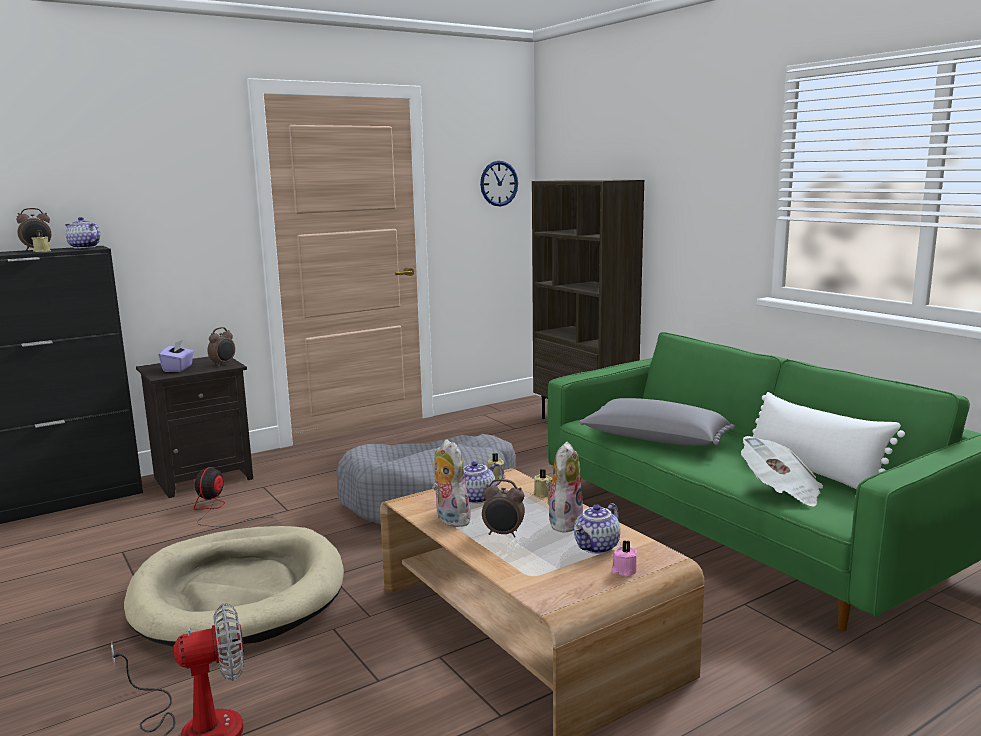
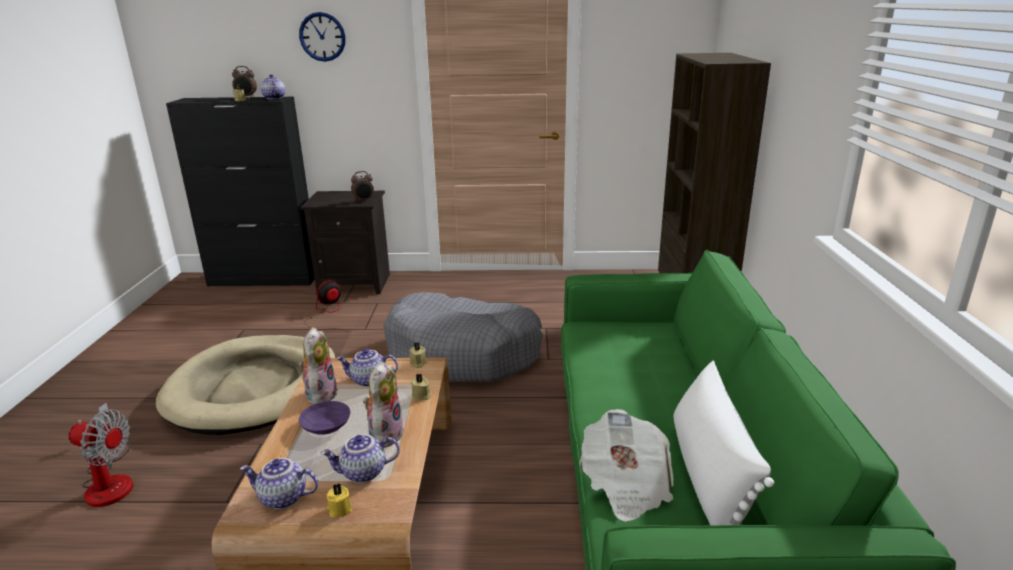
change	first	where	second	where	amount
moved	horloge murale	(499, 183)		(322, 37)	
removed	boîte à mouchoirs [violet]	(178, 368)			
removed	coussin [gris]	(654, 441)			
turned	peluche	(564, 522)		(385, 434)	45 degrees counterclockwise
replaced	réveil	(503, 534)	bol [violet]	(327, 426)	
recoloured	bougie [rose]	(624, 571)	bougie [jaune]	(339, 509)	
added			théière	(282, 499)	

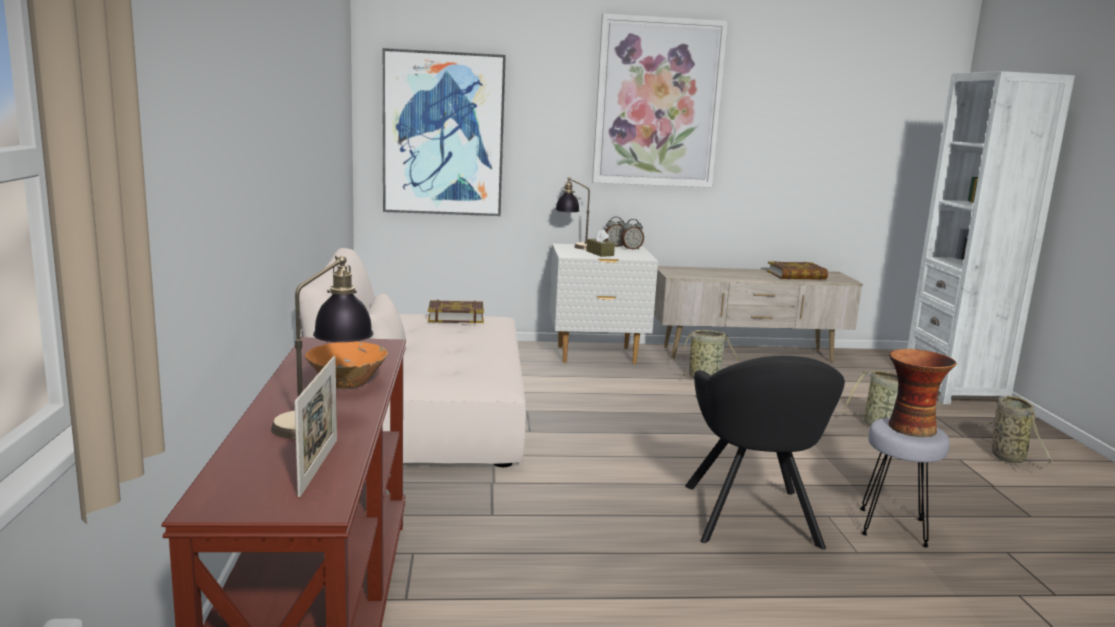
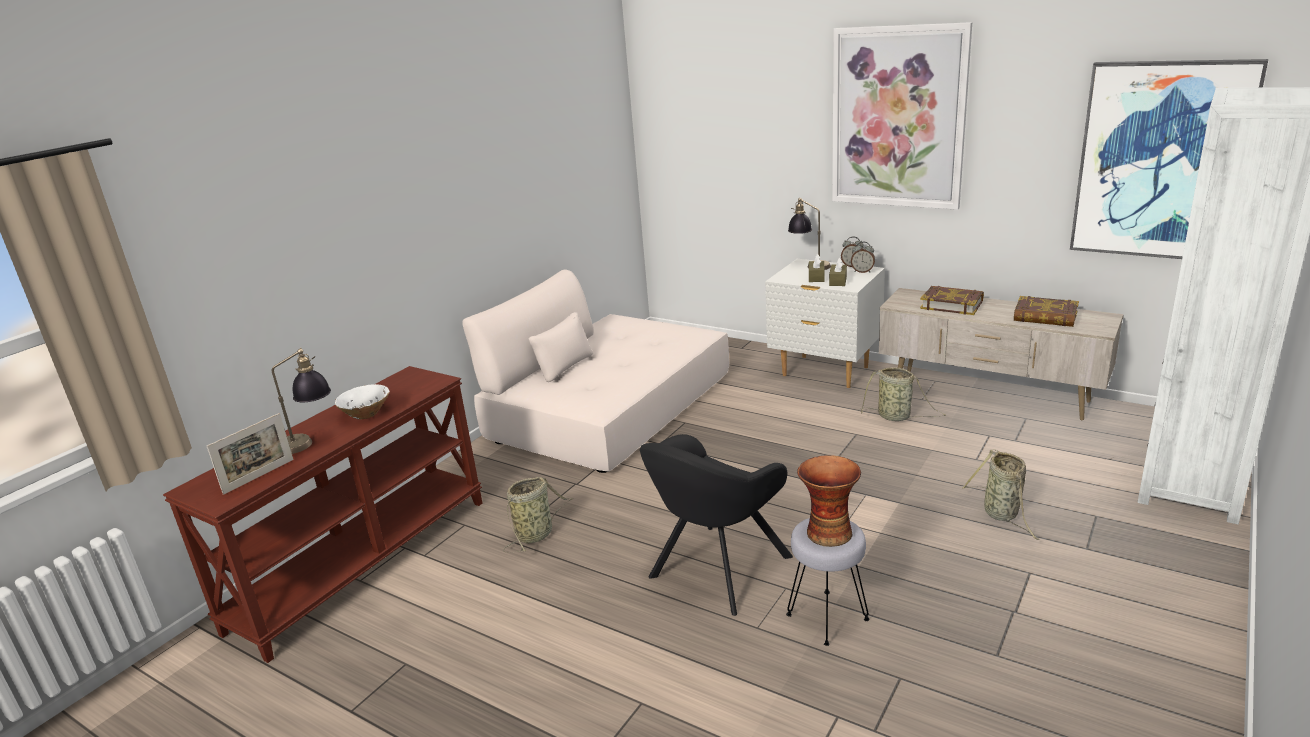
change	first	where	second	where	amount
moved	tableau	(443, 134)		(1161, 161)	
moved	livre	(456, 316)		(951, 304)	
recoloured	bol [orange]	(347, 383)	bol [blanc]	(366, 414)	
moved	panier	(1006, 456)		(536, 534)	
added			boîte à mouchoirs [marron]	(838, 281)	

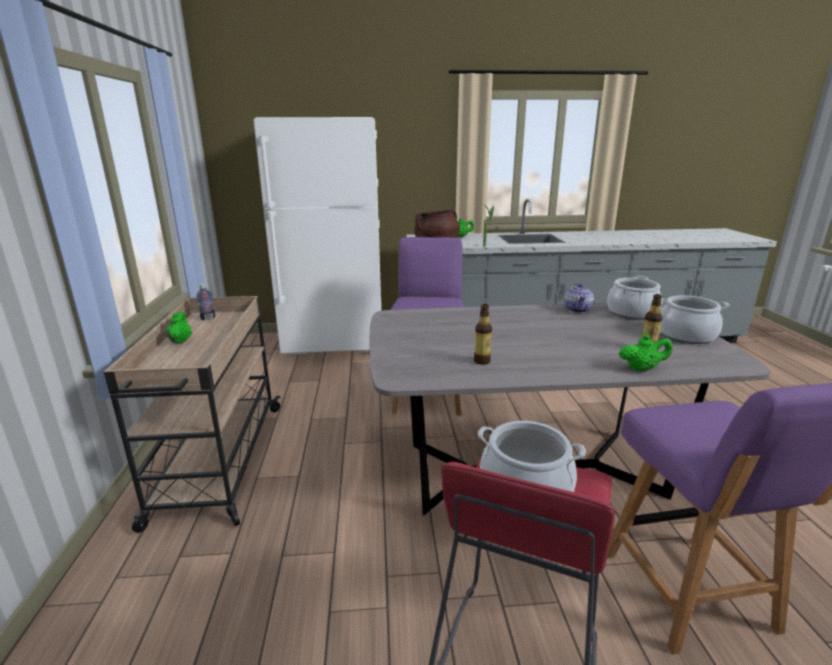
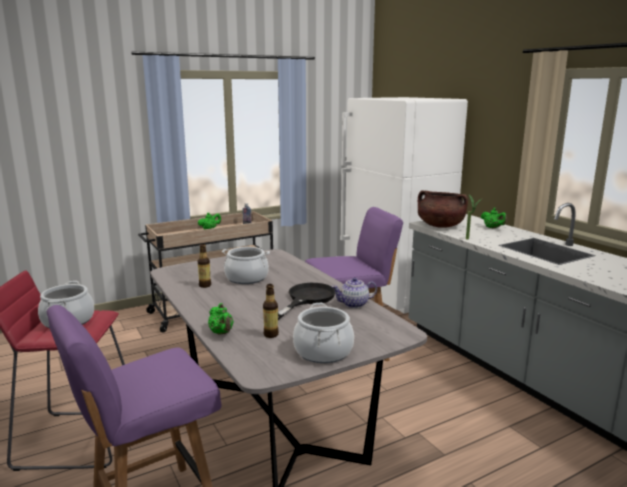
change	first	where	second	where	amount
moved	marmite	(631, 313)		(246, 278)	
added			poêle [noir]	(307, 299)	

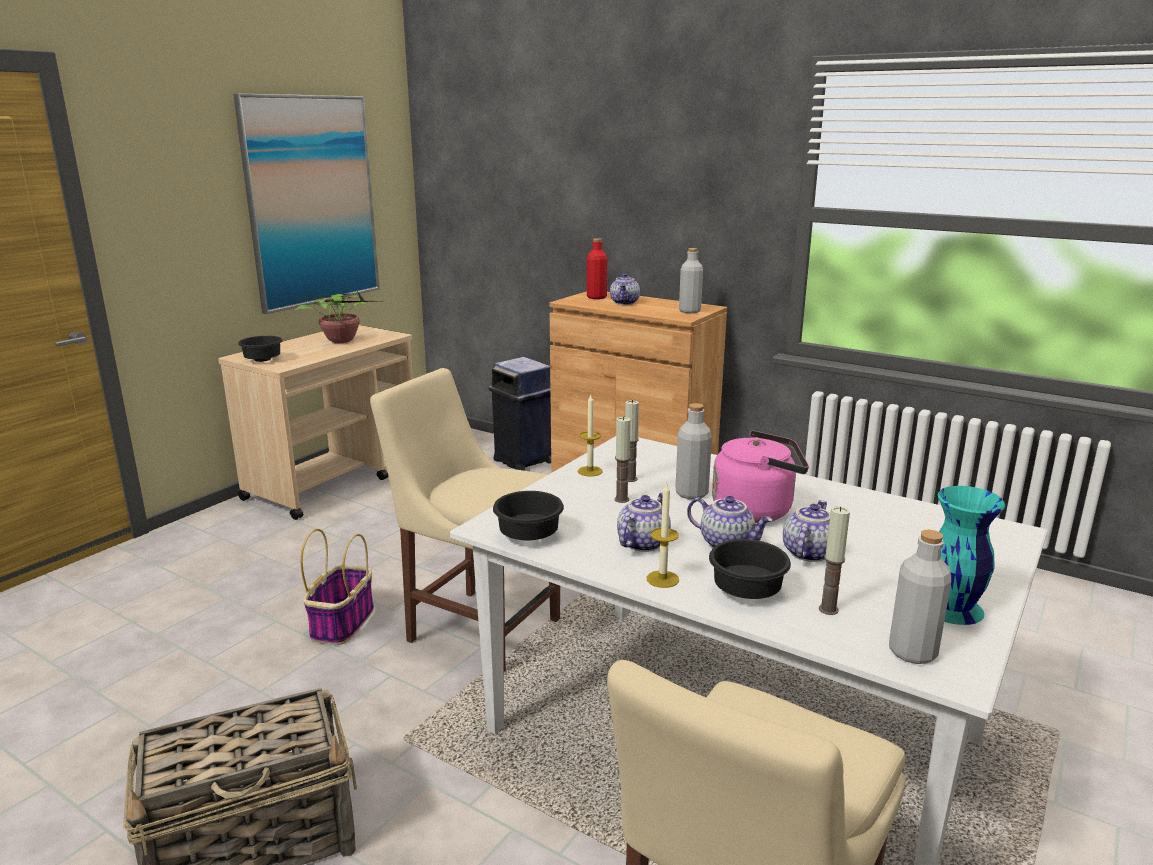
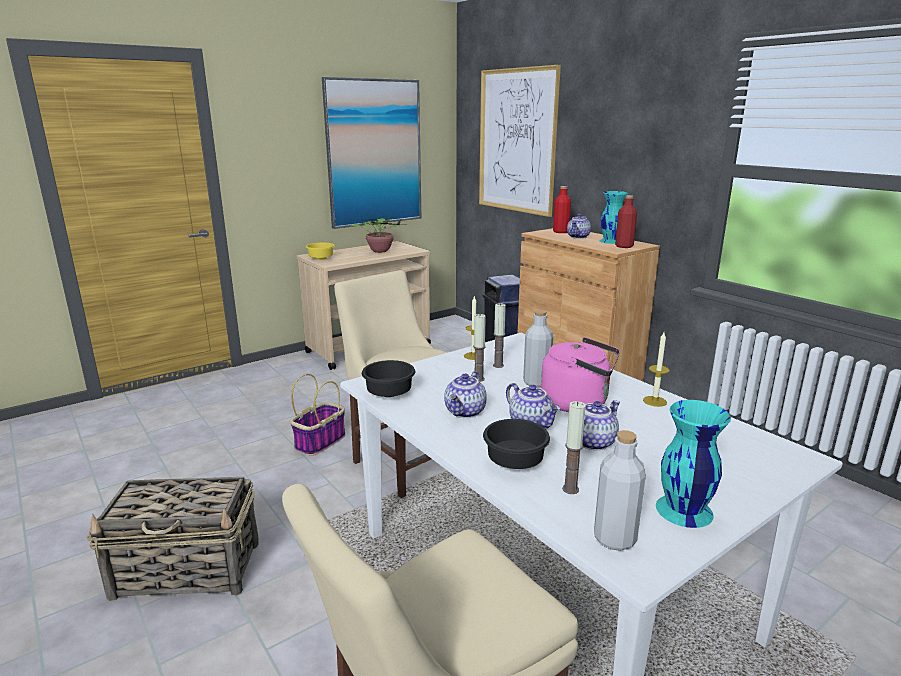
change	first	where	second	where	amount
recoloured	bouteille [gris]	(689, 311)	bouteille [rouge]	(624, 246)	
recoloured	bol [noir]	(264, 360)	bol [jaune]	(322, 259)	
moved	bougie	(662, 579)		(654, 401)	
turned	théière	(642, 543)		(466, 412)	150 degrees clockwise
added			tableau	(517, 141)	
added			vase [turquoise]	(611, 241)	

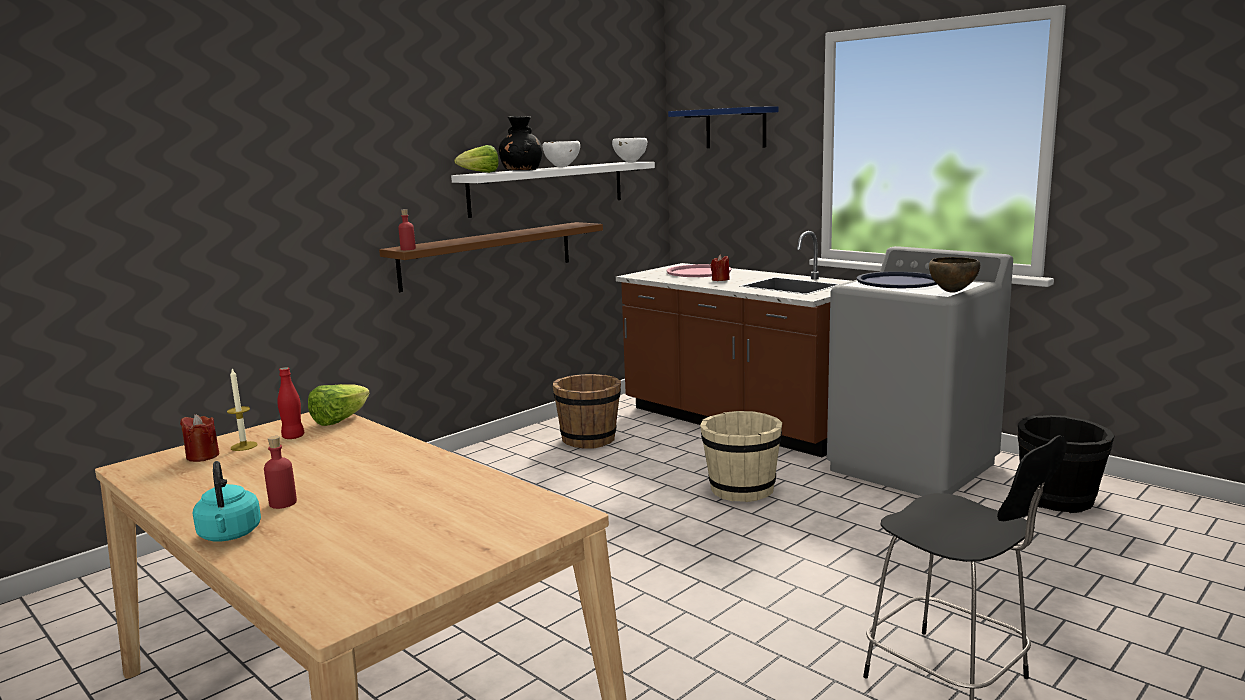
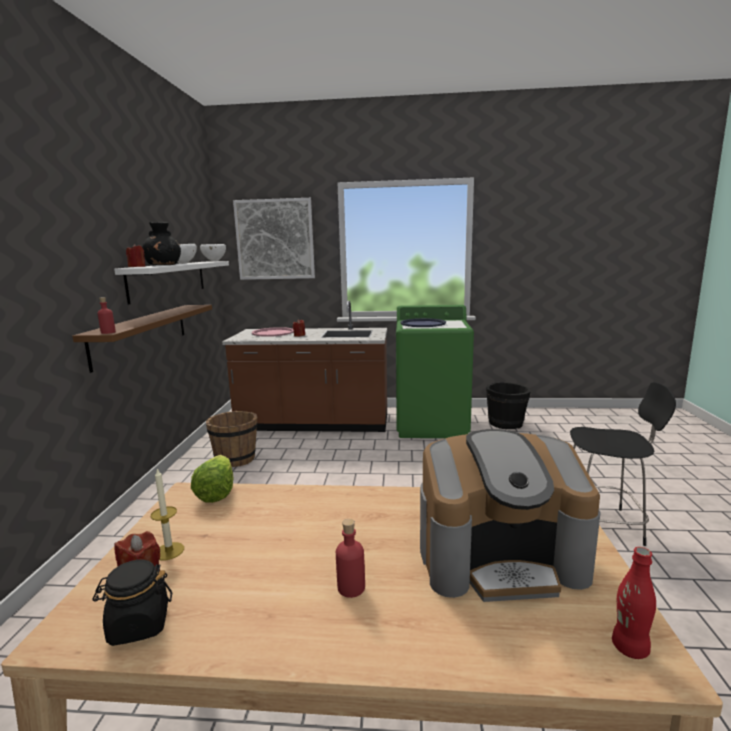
change	first	where	second	where	amount
replaced	étagère [bleu]	(735, 128)	tableau	(275, 239)	
replaced	laitue	(480, 173)	bougie [rouge]	(137, 267)	
recoloured	lave-linge [gris]	(913, 467)	lave-linge [vert]	(432, 425)	
removed	bol [marron]	(952, 292)			
moved	bouteille [rouge]	(293, 437)		(629, 648)	
removed	seau [beige]	(741, 490)			
removed	bouilloire [turquoise]	(230, 535)			
added			machine à café	(500, 557)	
added			bocal [noir]	(138, 625)	

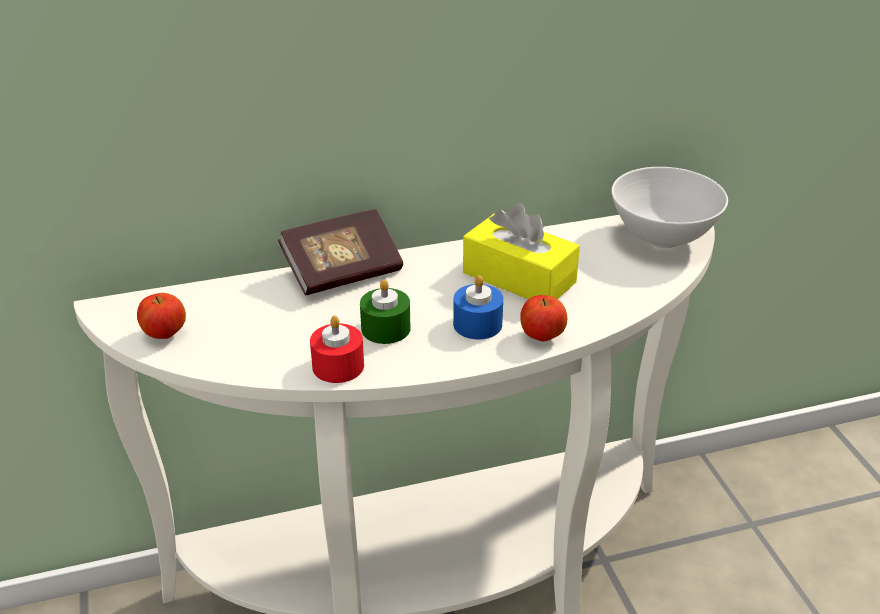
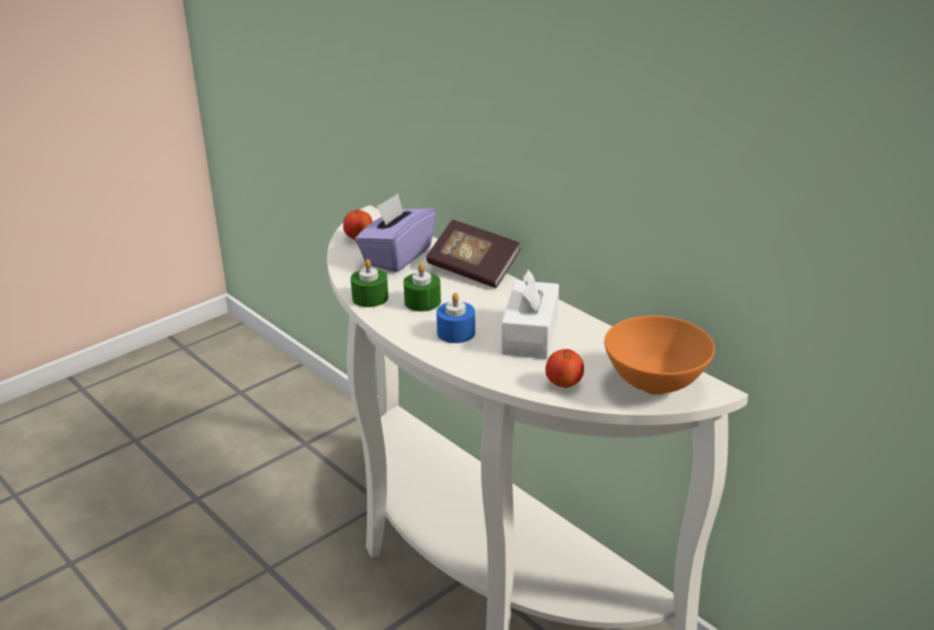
change	first	where	second	where	amount
recoloured	bol [blanc]	(661, 239)	bol [orange]	(654, 384)	
recoloured	boîte à mouchoirs [jaune]	(519, 277)	boîte à mouchoirs [blanc]	(530, 334)	
moved	pomme	(542, 337)		(564, 384)	
recoloured	bougie [rouge]	(338, 366)	bougie [vert]	(370, 298)	
added			boîte à mouchoirs [violet]	(397, 256)	

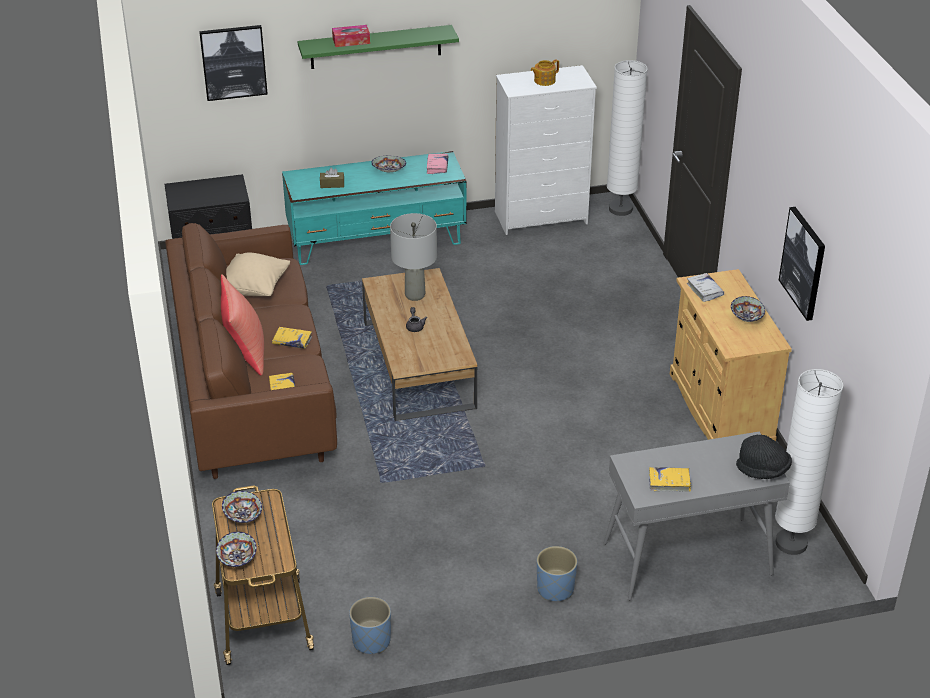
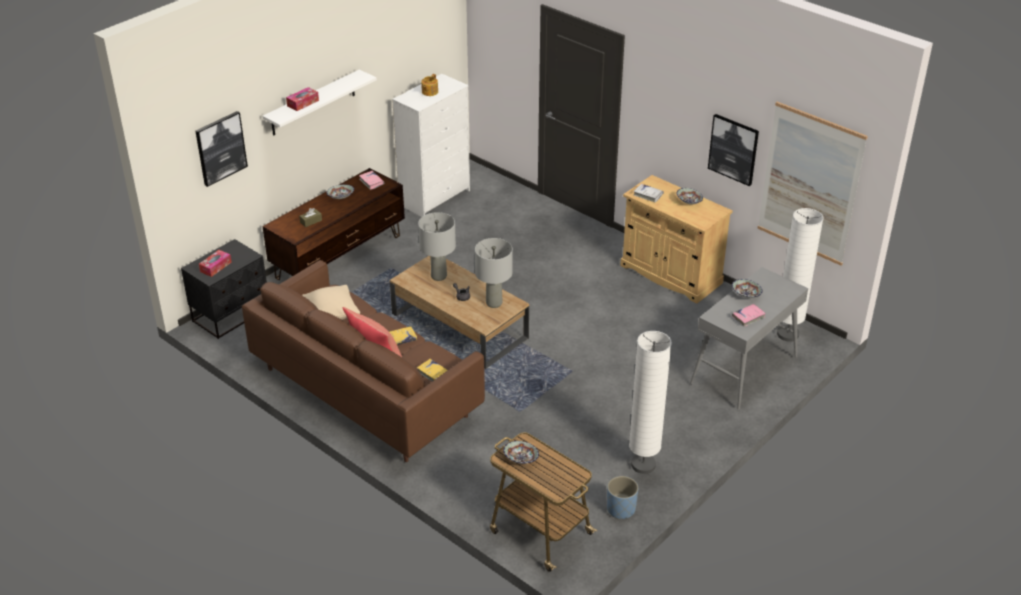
change	first	where	second	where	amount
recoloured	étagère [vert]	(375, 47)	étagère [blanc]	(313, 103)	
moved	lampadaire [blanc]	(620, 209)		(643, 465)	
recoloured	meuble télé [turquoise]	(377, 241)	meuble télé [marron]	(339, 256)	
removed	chapeau [noir]	(763, 470)			
recoloured	livre [jaune]	(669, 482)	livre [rose]	(748, 317)	
moved	bol	(238, 558)		(746, 294)	
removed	cache-pot [bleu]	(555, 589)			
added			tableau	(810, 184)	
added			lampe de table [gris]	(494, 303)	
added			boîte à mouchoirs	(215, 267)	

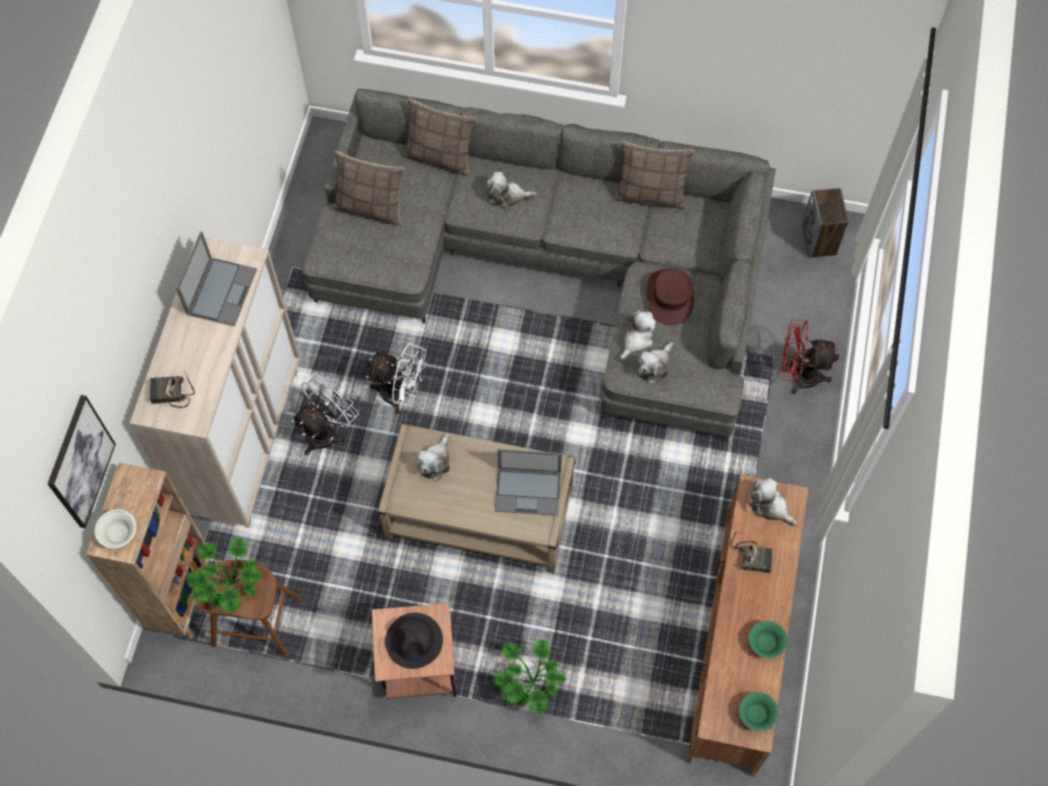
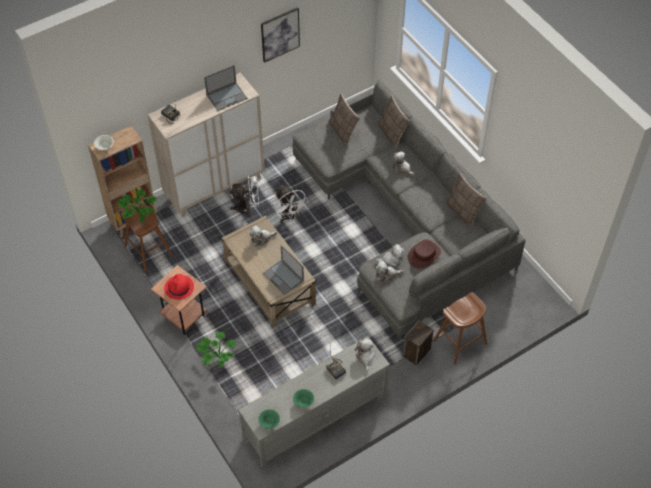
change	first	where	second	where	amount
moved	enceinte	(819, 240)		(416, 353)	
replaced	ventilateur [rouge]	(798, 376)	tabouret [marron]	(460, 342)	
moved	tableau	(80, 462)		(280, 34)	
recoloured	meuble télé [marron]	(739, 641)	meuble télé [gris]	(315, 416)	
recoloured	chapeau [noir]	(414, 641)	chapeau [rouge]	(179, 288)	

